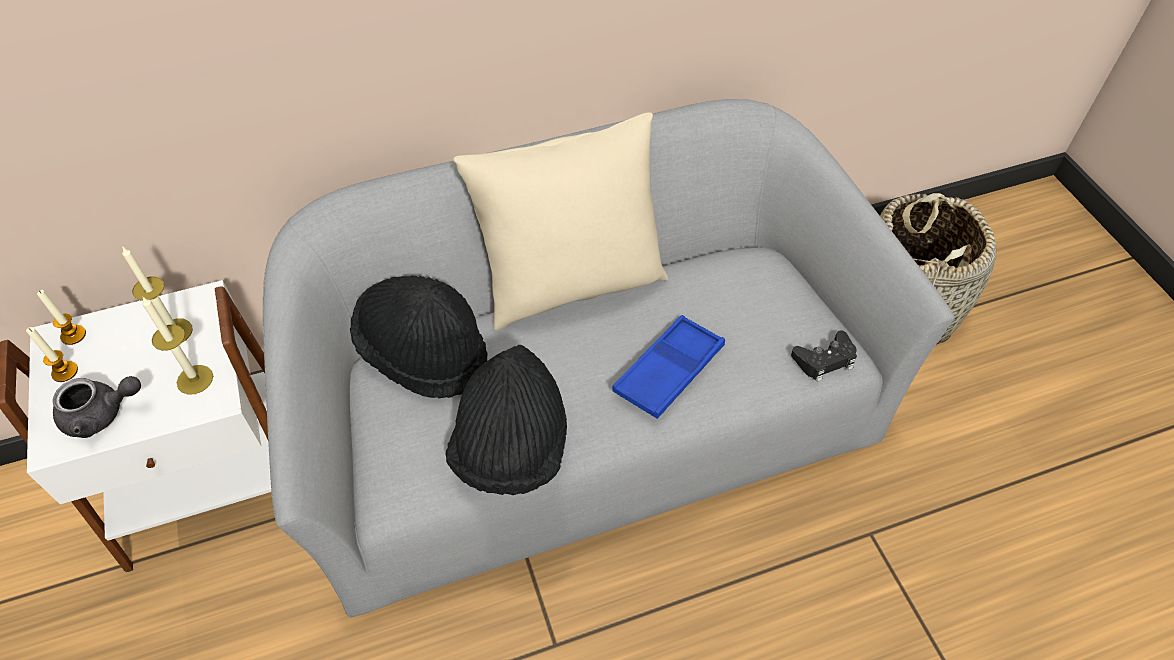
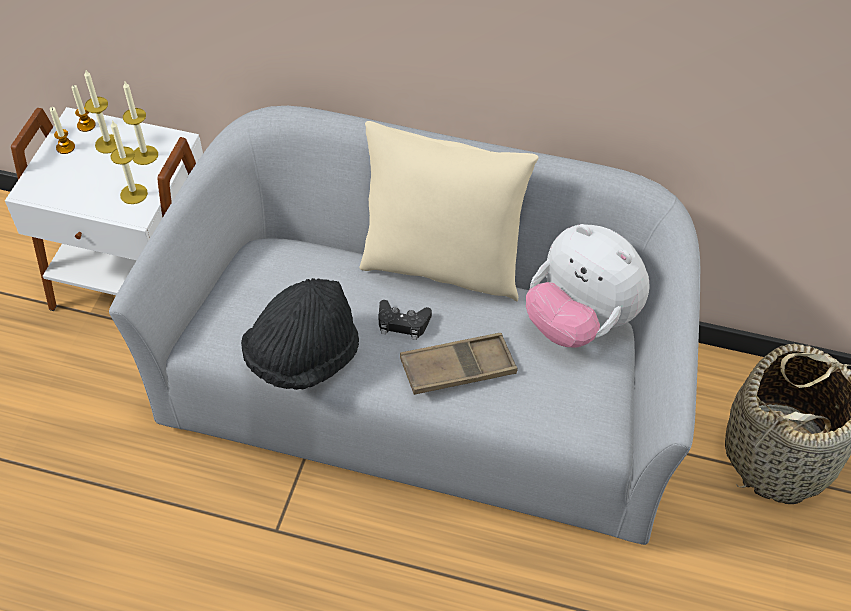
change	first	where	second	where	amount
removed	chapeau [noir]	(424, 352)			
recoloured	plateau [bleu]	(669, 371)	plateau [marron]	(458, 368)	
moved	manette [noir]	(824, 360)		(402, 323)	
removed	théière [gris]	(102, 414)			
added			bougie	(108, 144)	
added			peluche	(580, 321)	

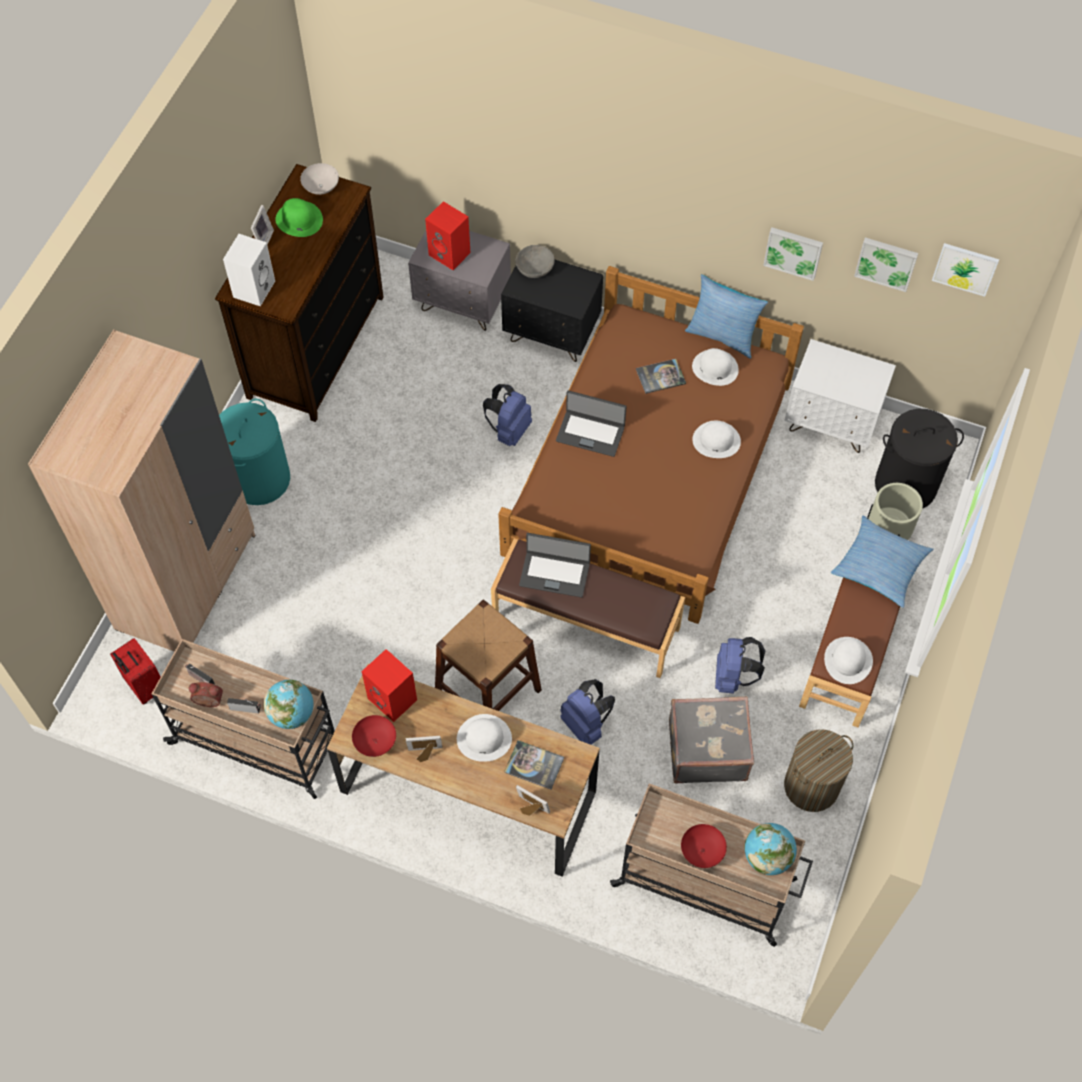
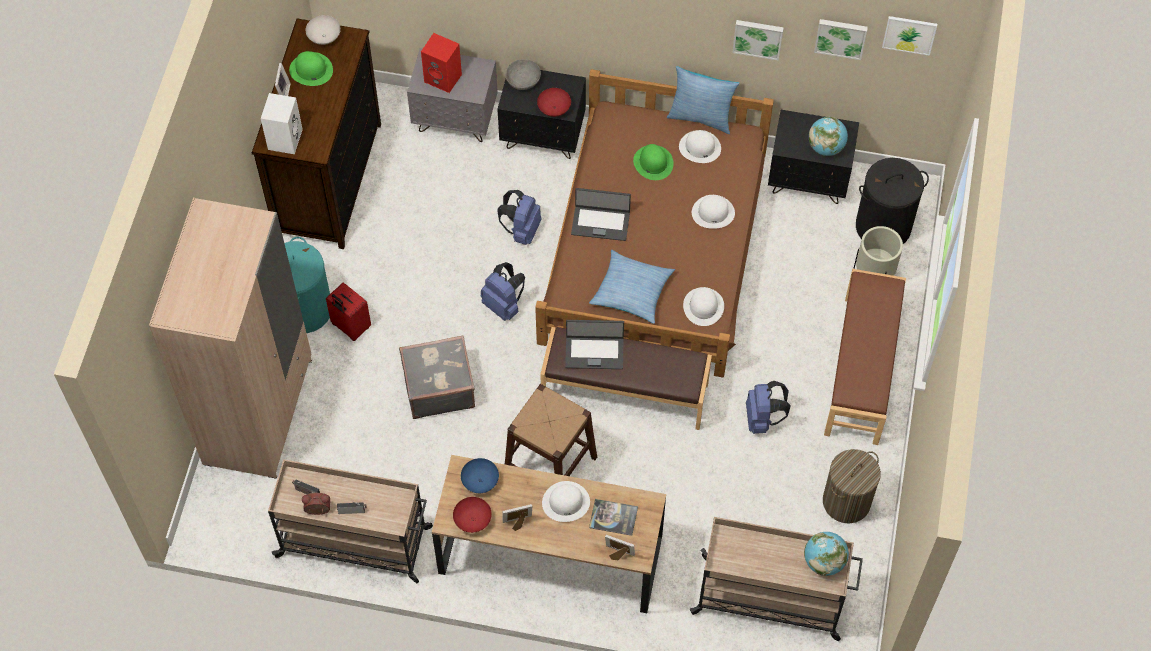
change	first	where	second	where	amount
recoloured	table de chevet [blanc]	(831, 423)	table de chevet [noir]	(808, 181)	
replaced	livre	(660, 376)	chapeau [vert]	(653, 162)	
moved	coussin	(880, 566)		(632, 291)	
moved	chapeau [blanc]	(848, 660)		(703, 306)	
moved	valise [rouge]	(144, 686)		(350, 327)	
replaced	enceinte [rouge]	(394, 699)	bol [bleu]	(481, 481)	
moved	sac à dos [bleu]	(586, 724)		(504, 305)	
moved	globe	(292, 713)		(826, 147)	
moved	valise [gris]	(706, 749)		(438, 387)	
moved	bol [rouge]	(702, 850)		(554, 108)	

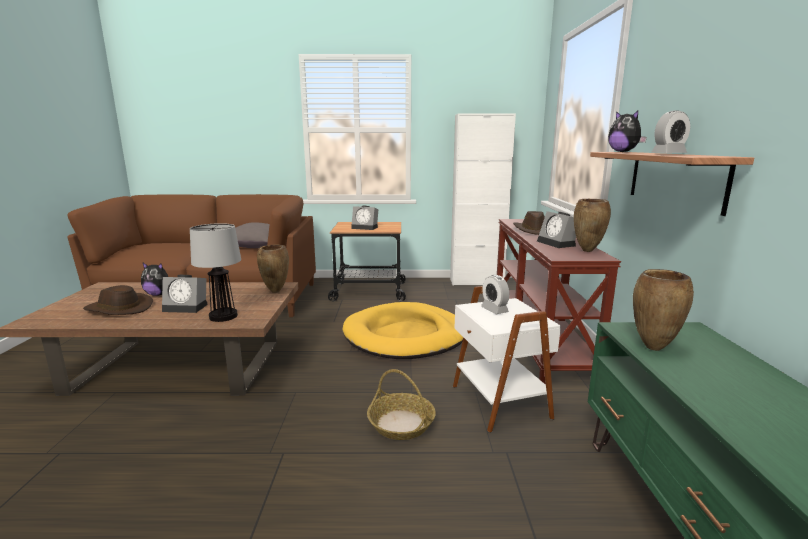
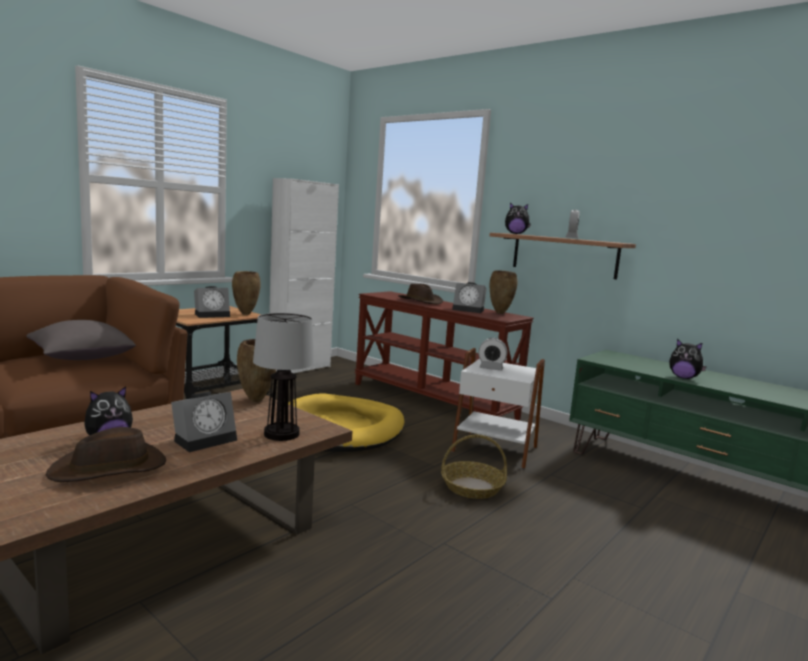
change	first	where	second	where	amount
moved	vase [marron]	(652, 348)		(245, 314)	
added			peluche	(683, 378)	

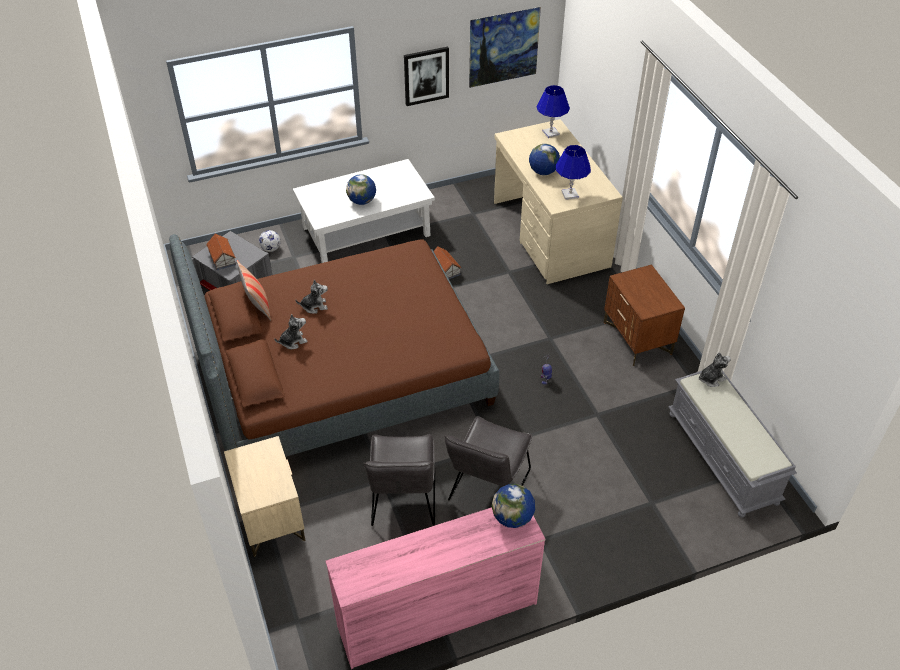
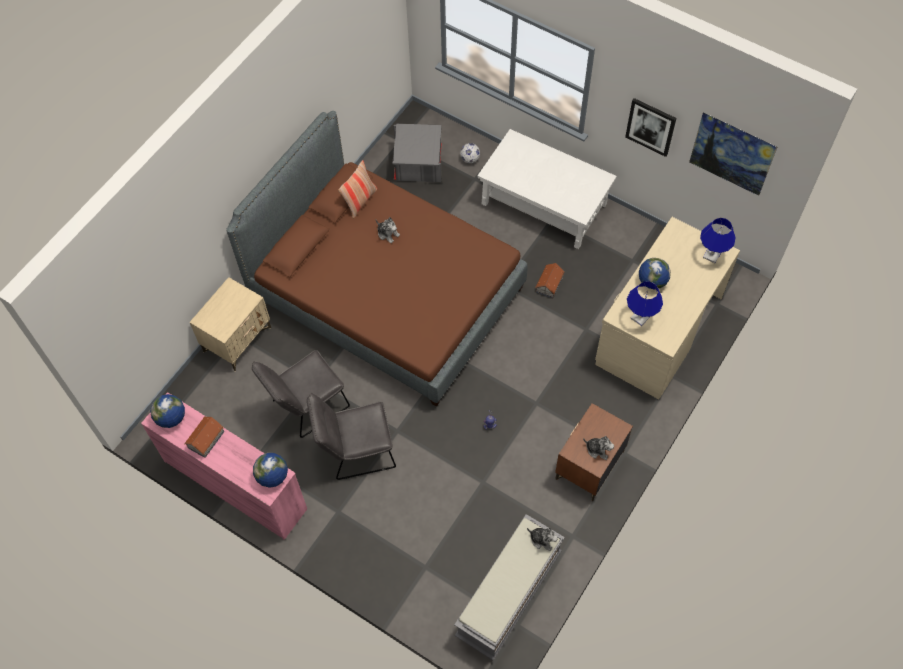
change	first	where	second	where	amount
moved	globe	(362, 201)		(171, 418)	
moved	maison miniature	(222, 258)		(206, 439)	
moved	peluche	(293, 341)		(598, 449)	

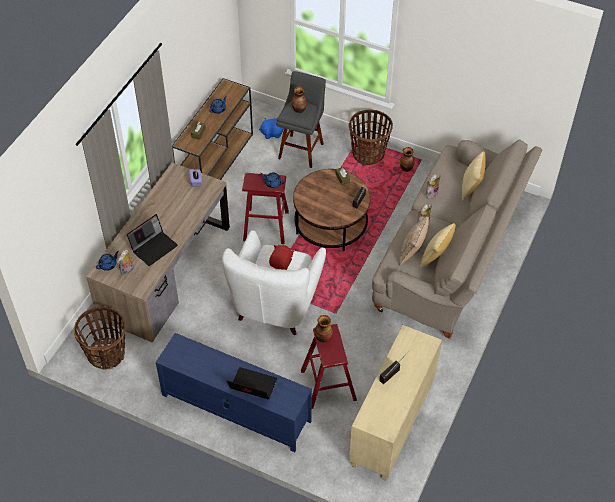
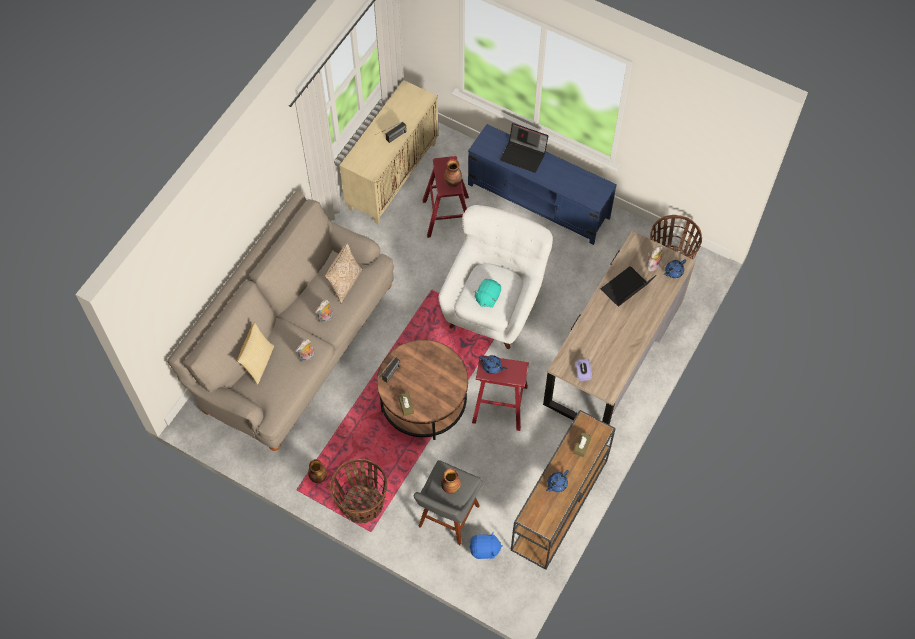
change	first	where	second	where	amount
removed	coussin	(436, 257)			
recoloured	peluche [rouge]	(281, 263)	peluche [turquoise]	(487, 297)	

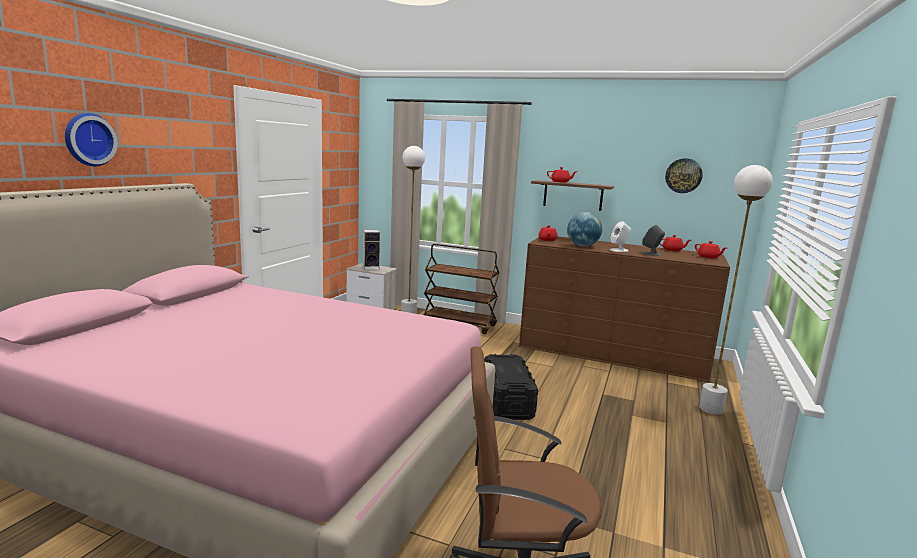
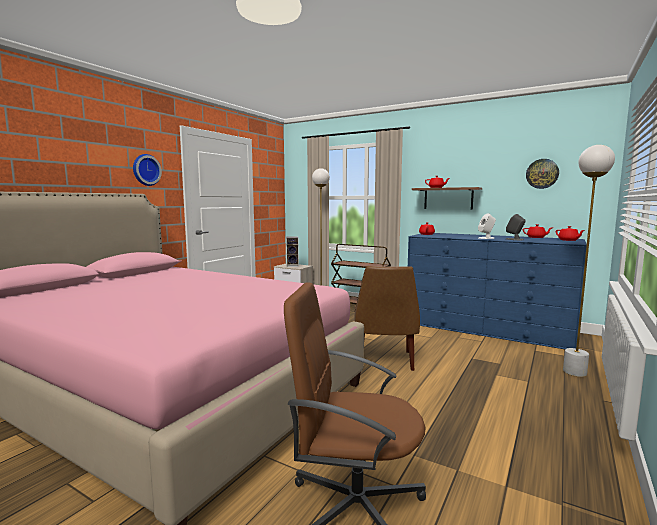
change	first	where	second	where	amount
moved	horloge murale	(88, 139)		(145, 170)	
removed	globe	(582, 246)			
recoloured	commode [marron]	(612, 352)	commode [bleu]	(487, 328)	
replaced	boîte de rangement [noir]	(507, 400)	chaise [marron]	(384, 361)	

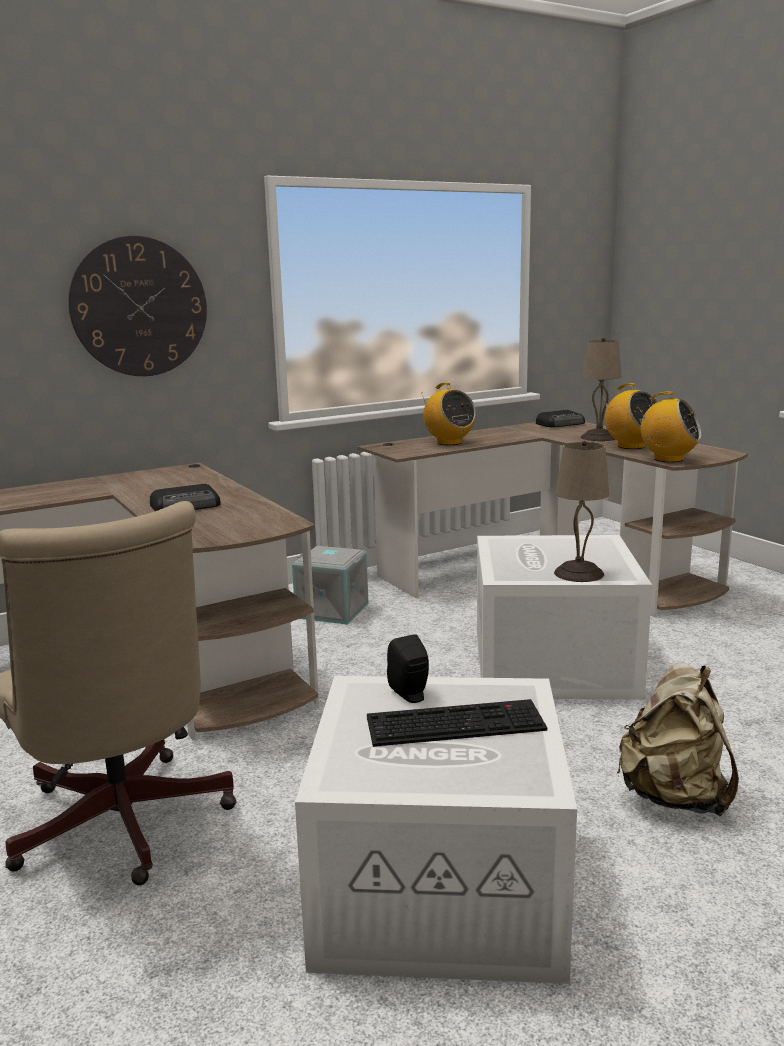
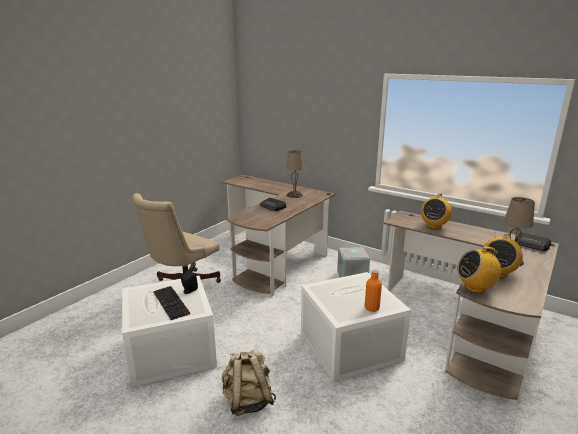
change	first	where	second	where	amount
removed	horloge murale	(139, 307)			
turned	radio	(668, 459)		(475, 288)	75 degrees clockwise
moved	lampe de table [beige]	(578, 574)		(294, 195)	
added			bouteille [orange]	(372, 308)	

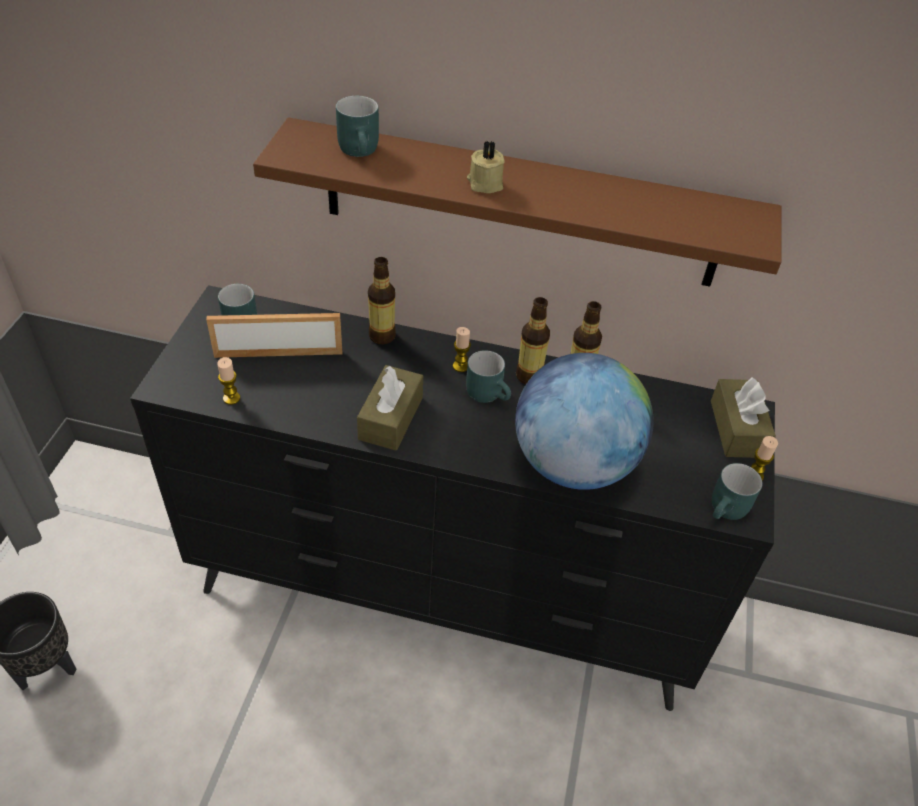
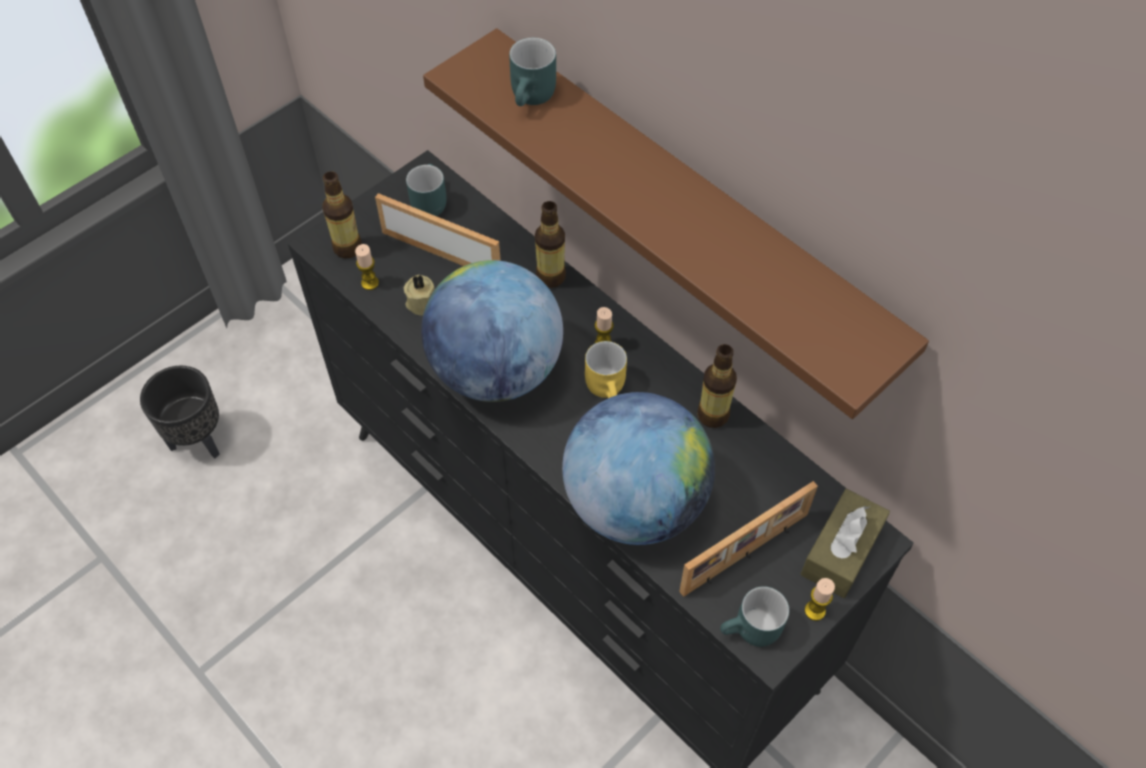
change	first	where	second	where	amount
moved	bougie [beige]	(484, 184)		(422, 302)	
moved	bouteille	(529, 375)		(347, 248)	
recoloured	mug [turquoise]	(489, 393)	mug [jaune]	(609, 388)	
replaced	boîte à mouchoirs [marron]	(391, 418)	globe	(496, 370)	
added			cadre photo	(746, 554)	

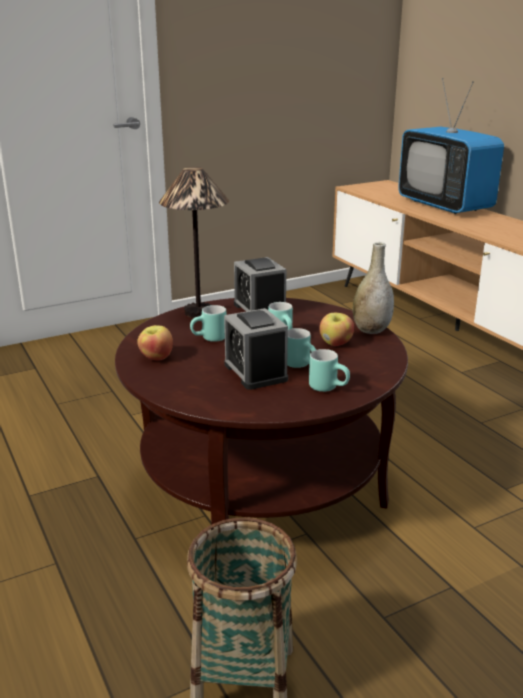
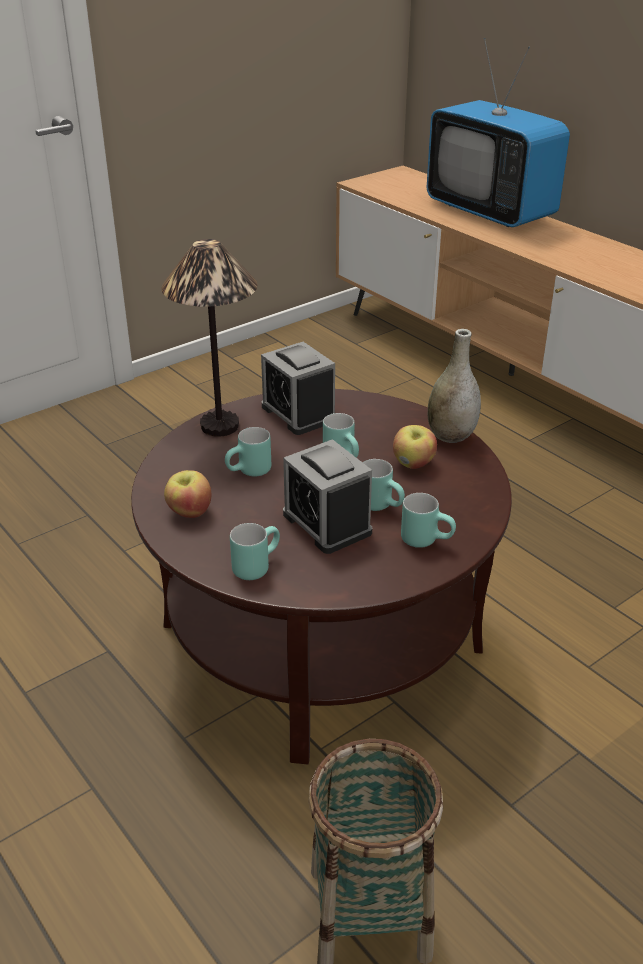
change	first	where	second	where	amount
added			mug [turquoise]	(255, 565)	

